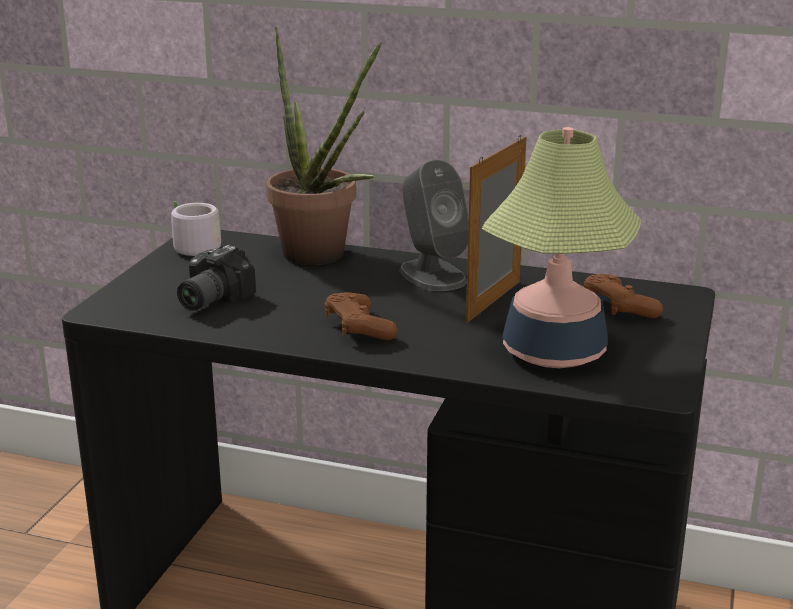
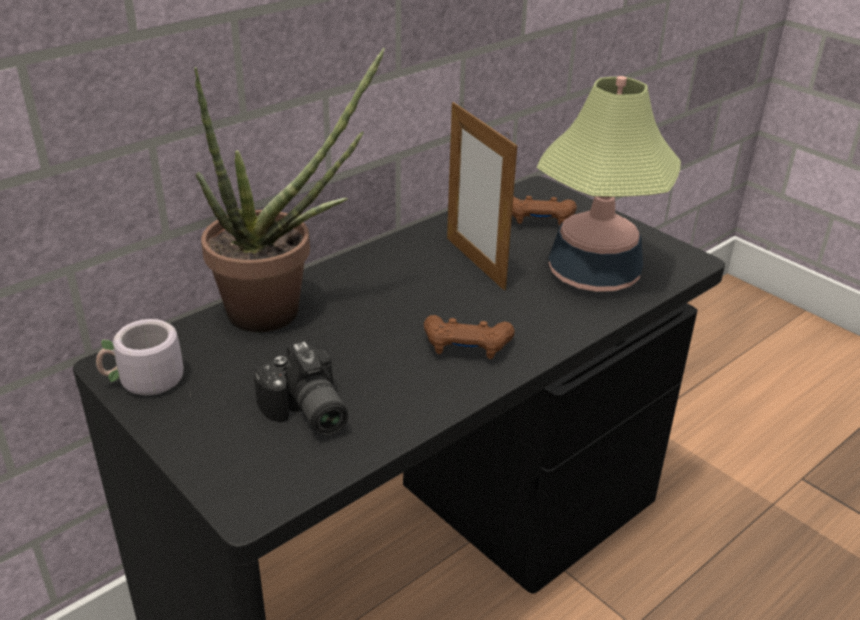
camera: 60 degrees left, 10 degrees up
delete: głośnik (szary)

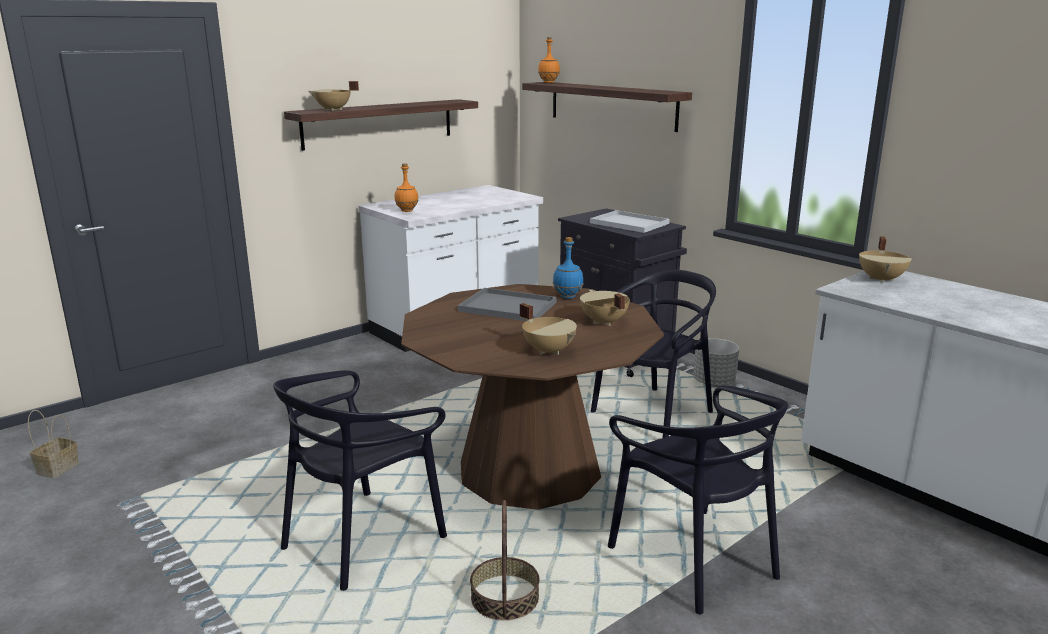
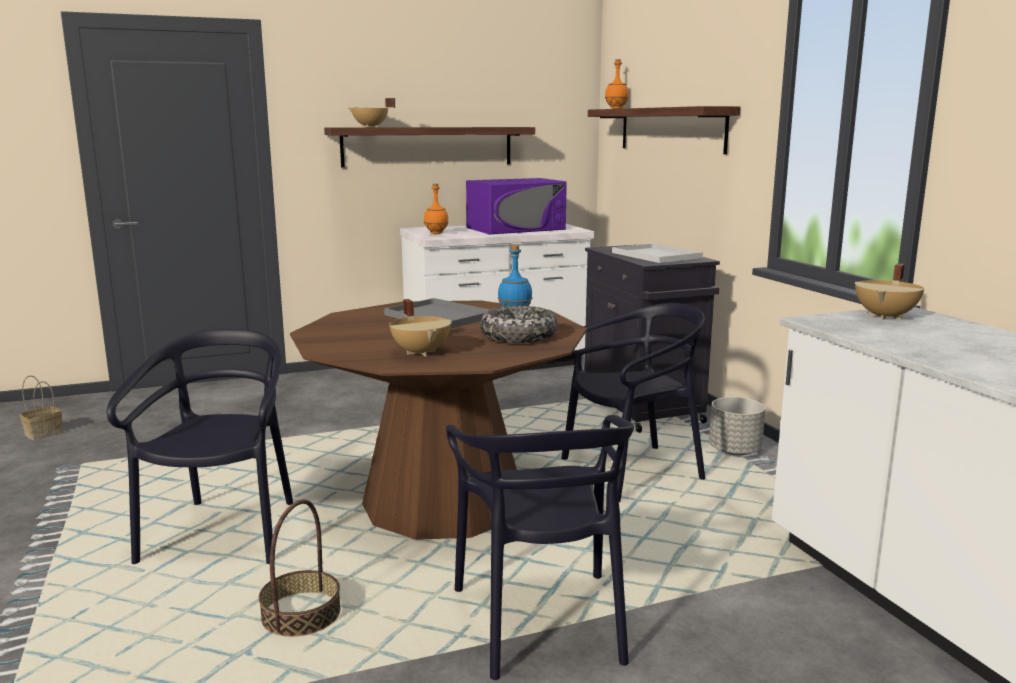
camera: 20 degrees right, 5 degrees down
insert: mikrofalówka (fioletowy)
replace: garnek (beżowy) (3rd from left) to miska
rotate: krzesło (czarny) (1st from left) 120 degrees clockwise

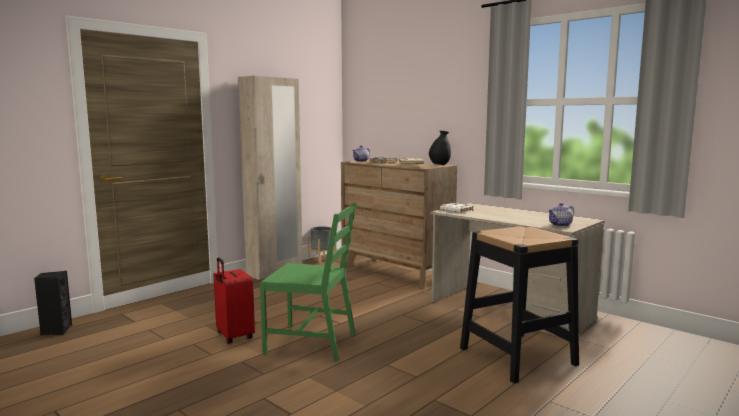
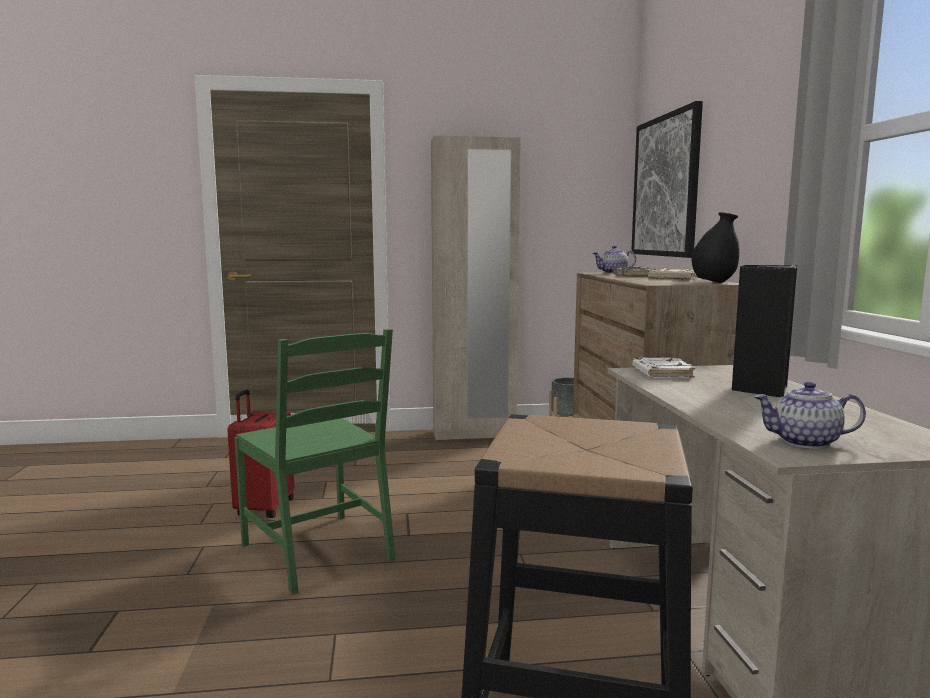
camera: 40 degrees right, 0 degrees up
insert: obraz
move: głośnik (czarny)

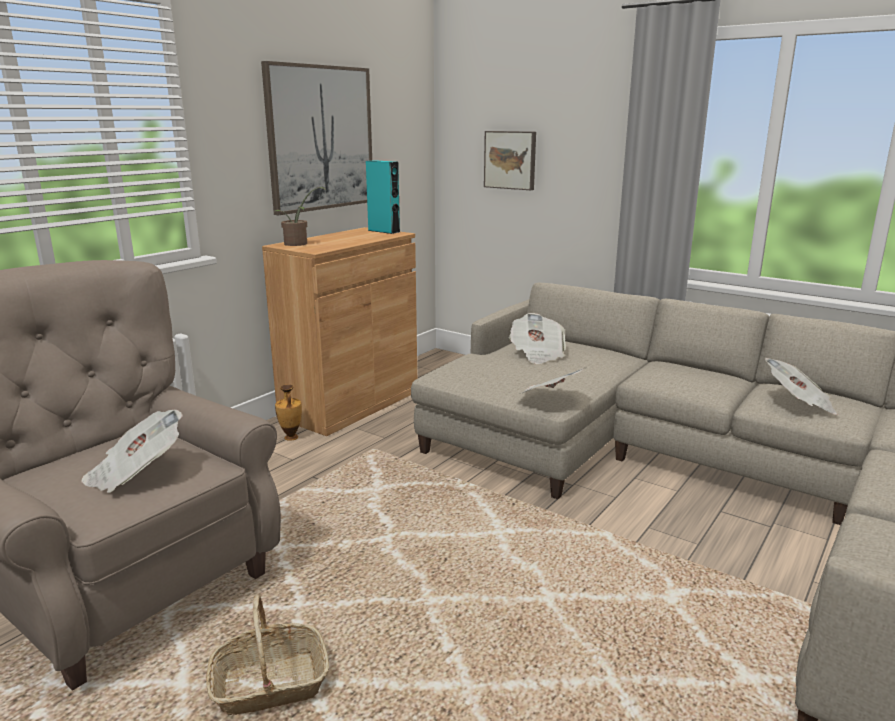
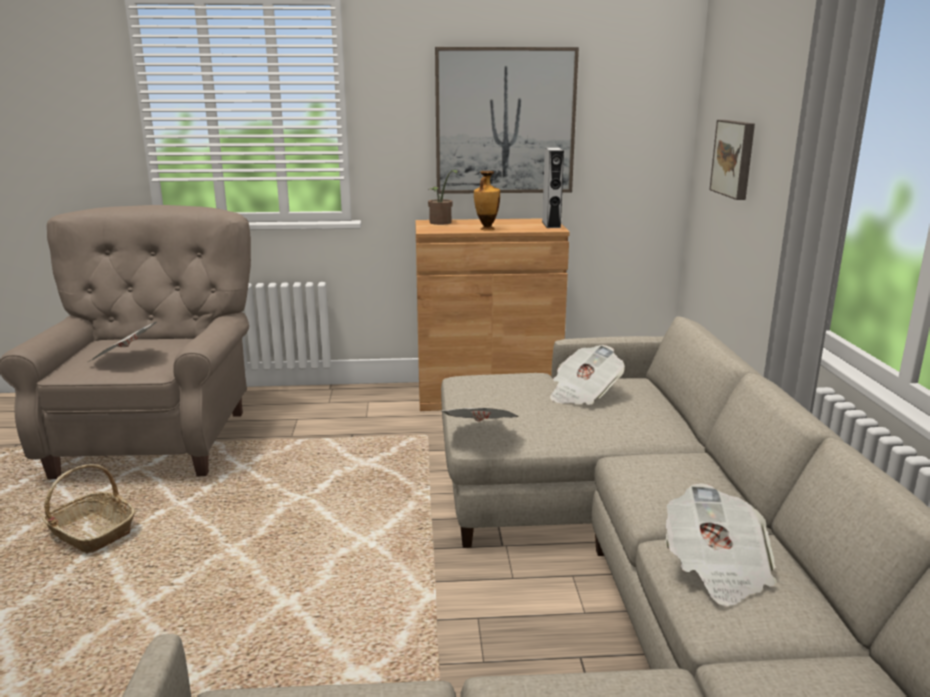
camera: 50 degrees right, 0 degrees up
move: wazon
recolor: głośnik (turkusowy) to głośnik (szary)

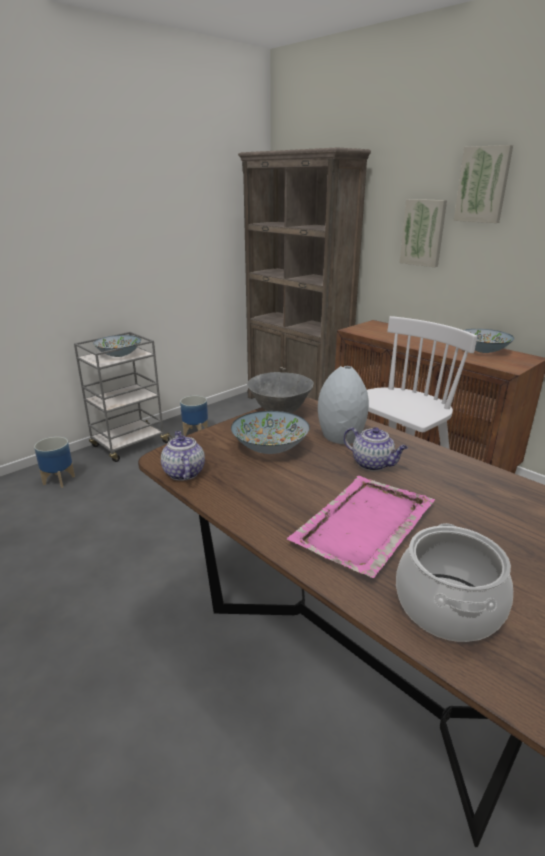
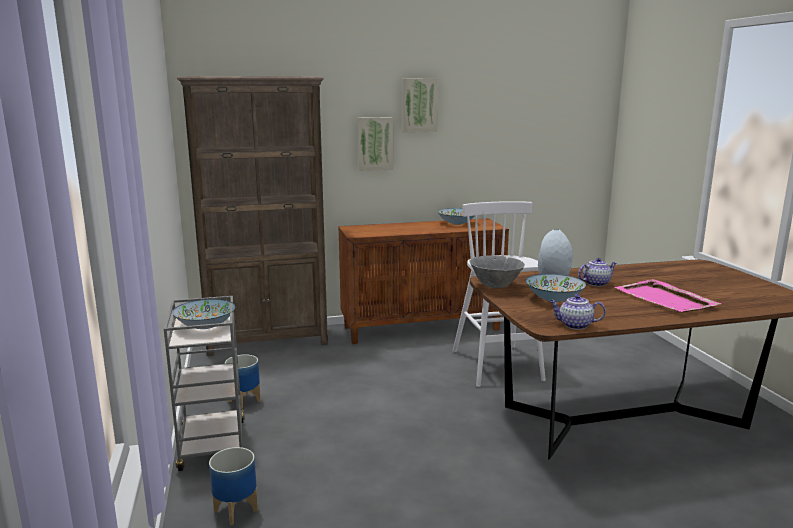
camera: 60 degrees left, 10 degrees down
delete: garnek

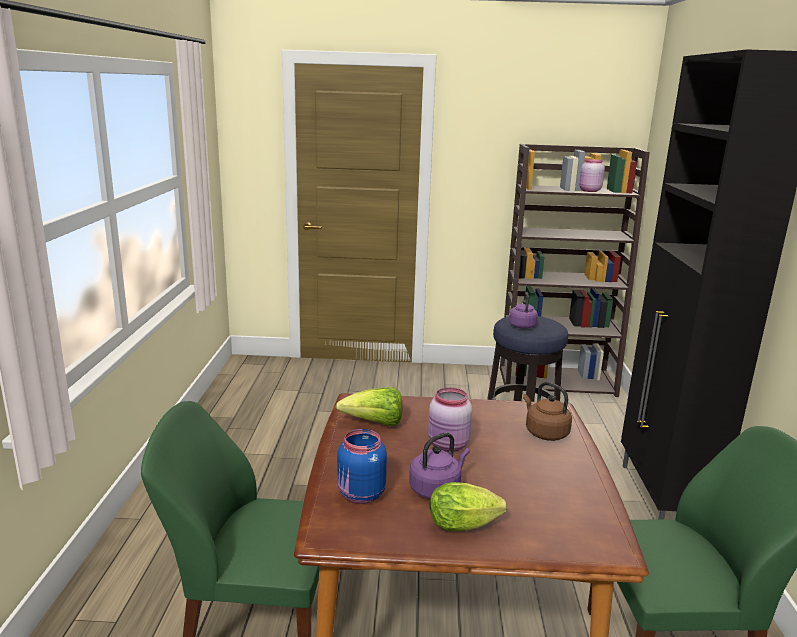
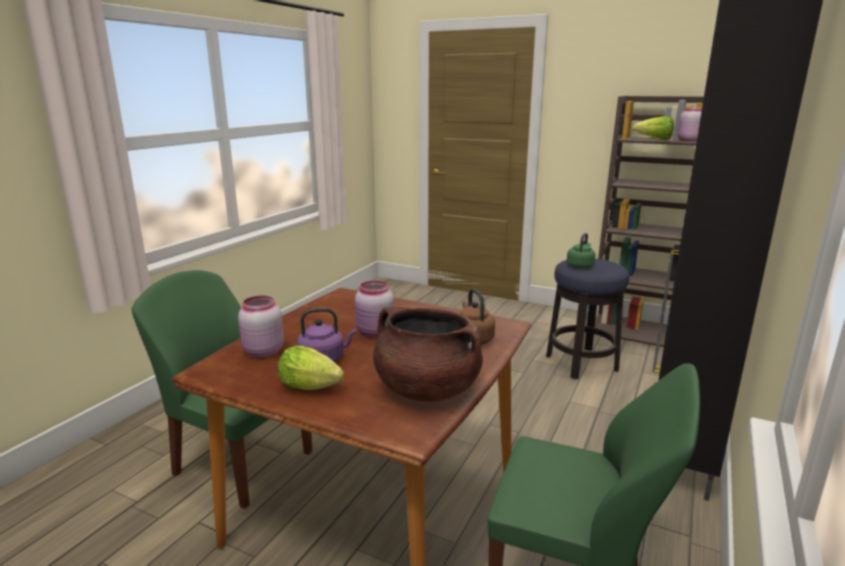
camera: 25 degrees right, 0 degrees up
insert: garnek (brązowy)
move: sałata (1st from left in the first image) to sałata (2nd from left)
recolor: słoik (niebieski) to słoik (różowy) (1st from left); czajnik (fioletowy) (2nd from left) to czajnik (zielony)

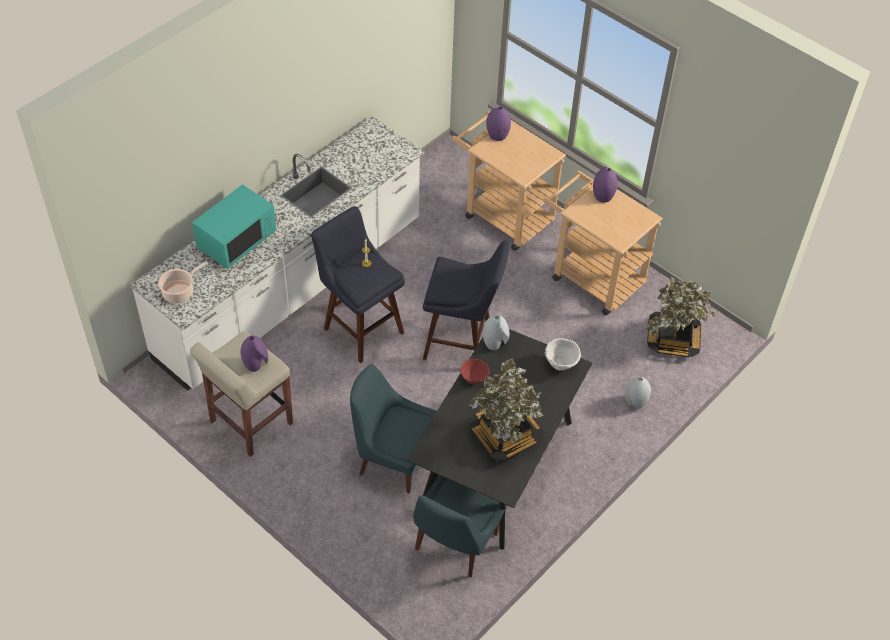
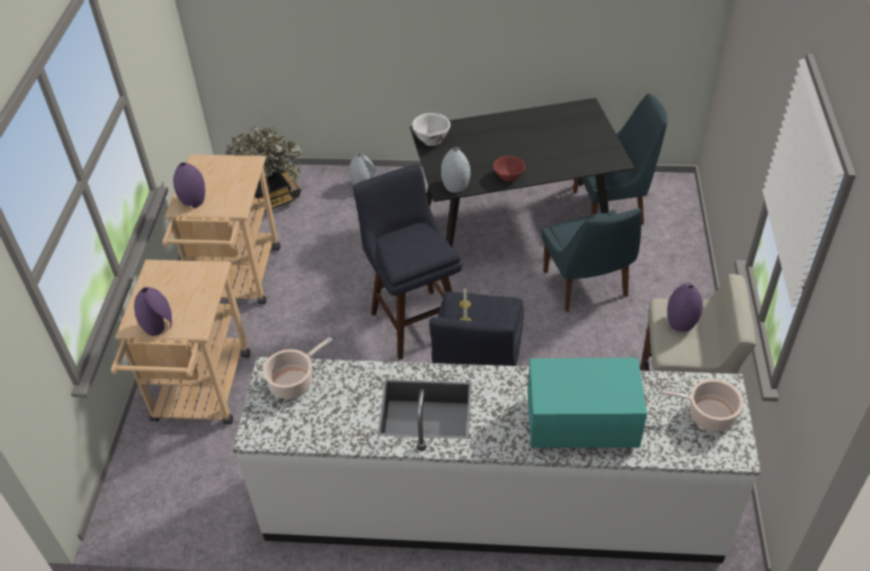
camera: 125 degrees left, 5 degrees down
delete: roślina doniczkowa (1st from left)
insert: garnek (1st from left)

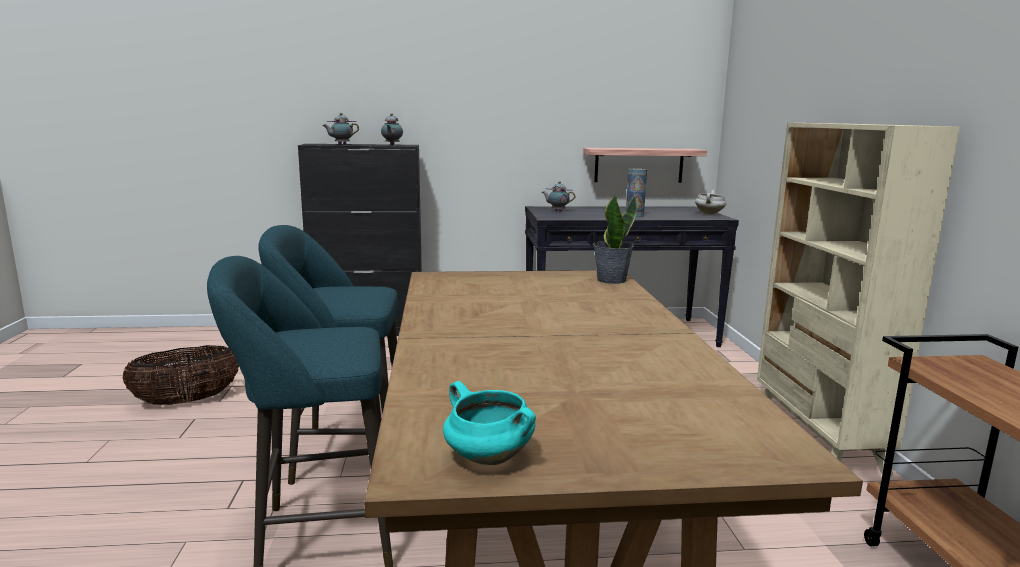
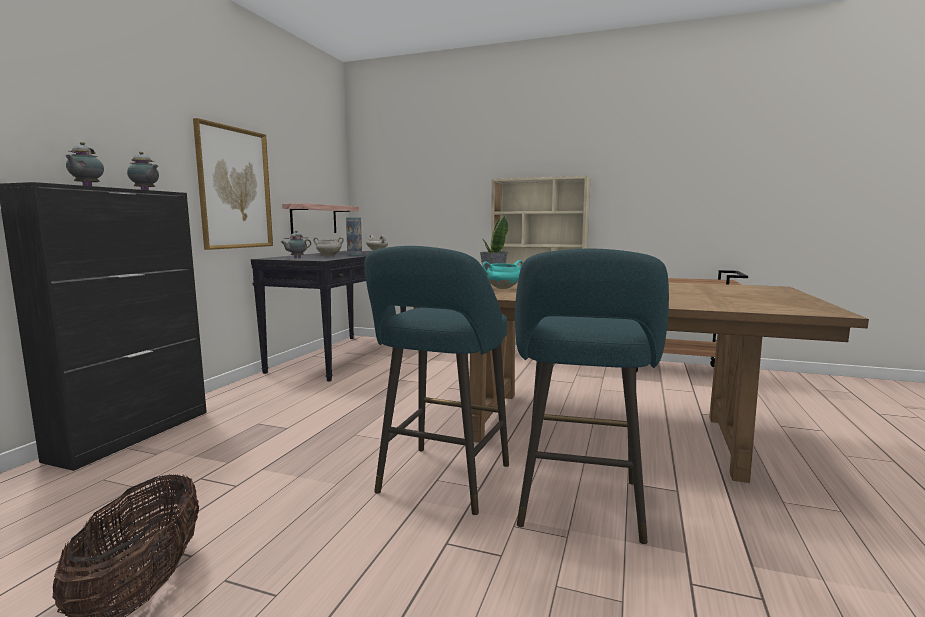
camera: 65 degrees left, 5 degrees down
insert: obraz; garnek (biały) (1st from left)
move: garnek (turkusowy)

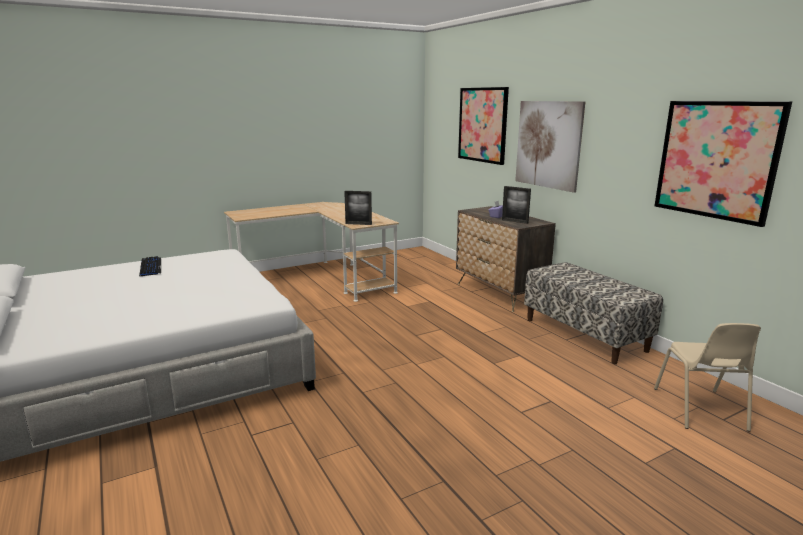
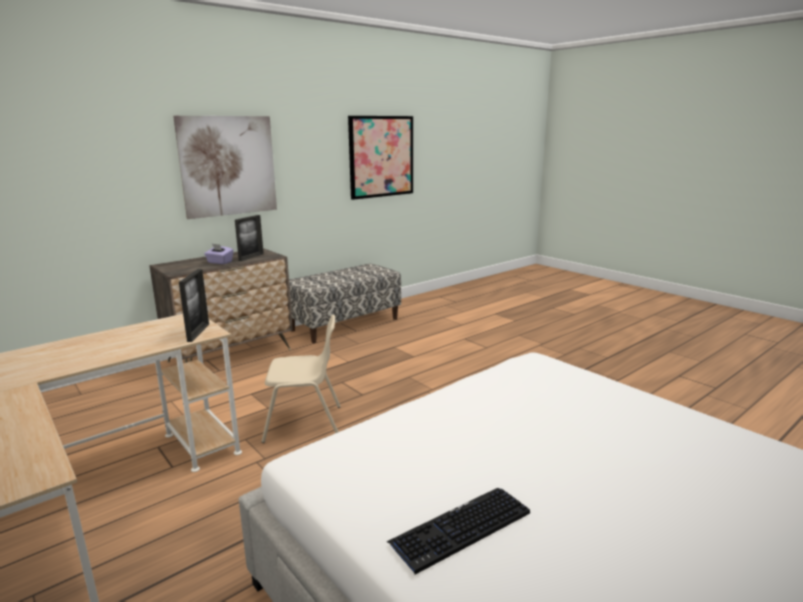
camera: 100 degrees left, 0 degrees up
delete: obraz (1st from left)
move: krzesło (beżowy)

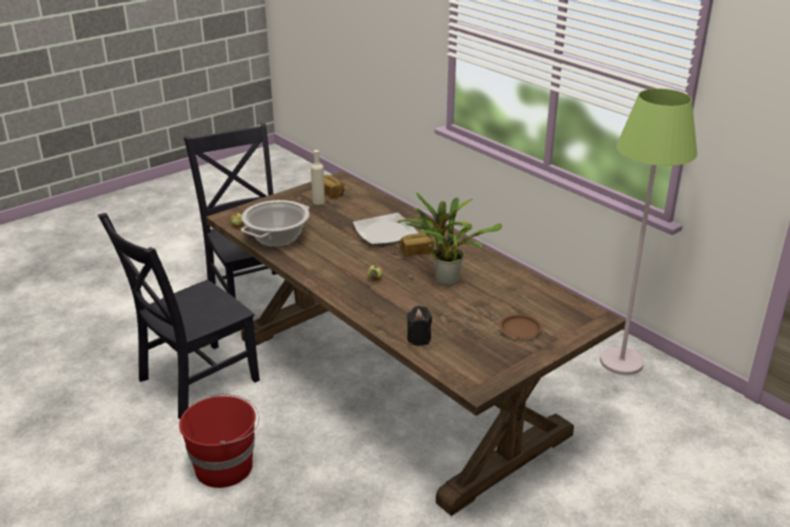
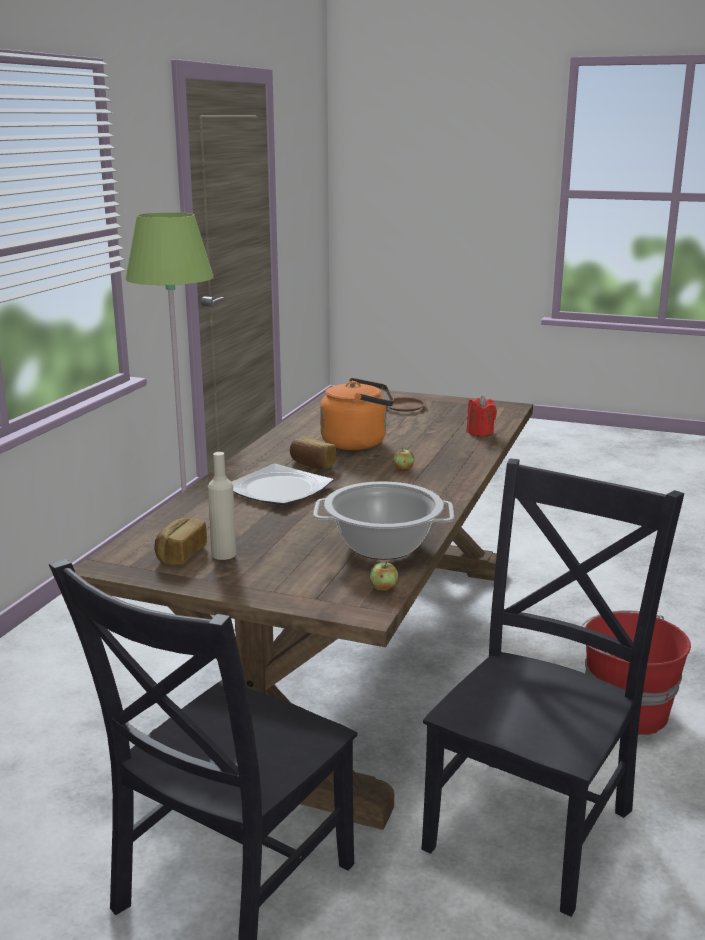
camera: 120 degrees left, 10 degrees down
replace: roślina doniczkowa to czajnik (pomarańczowy)
recolor: świeca (czarny) to świeca (czerwony)
rotate: krzesło (czarny) (1st from left in the first image) 75 degrees counterclockwise

